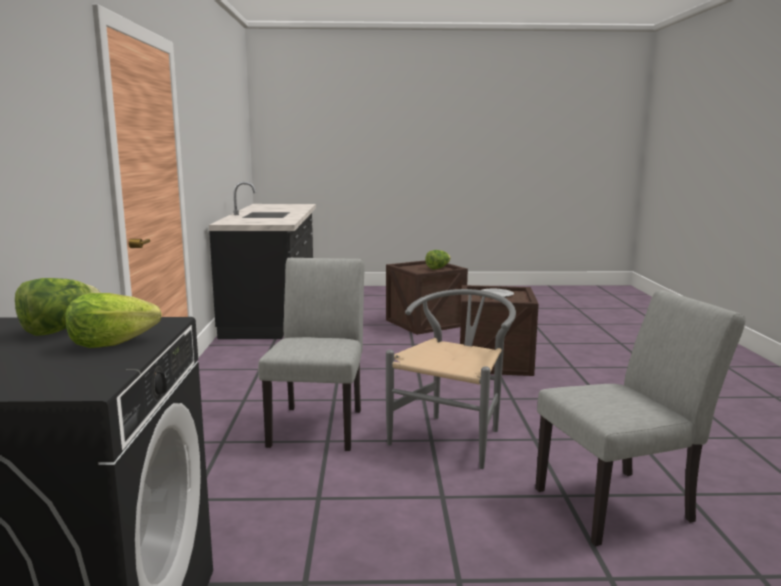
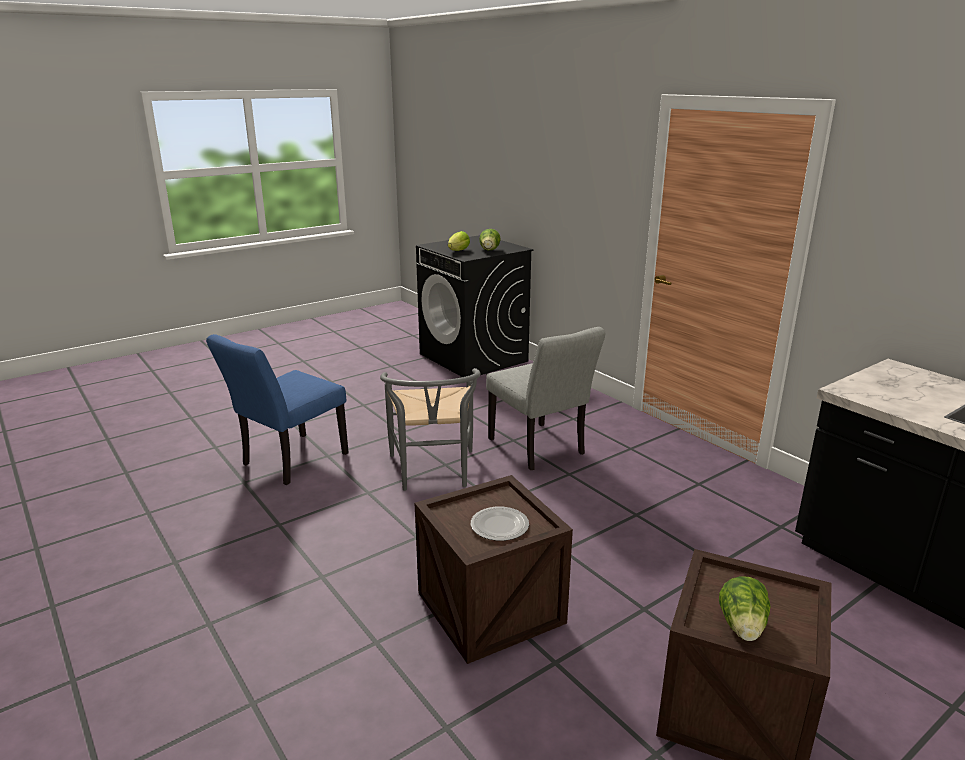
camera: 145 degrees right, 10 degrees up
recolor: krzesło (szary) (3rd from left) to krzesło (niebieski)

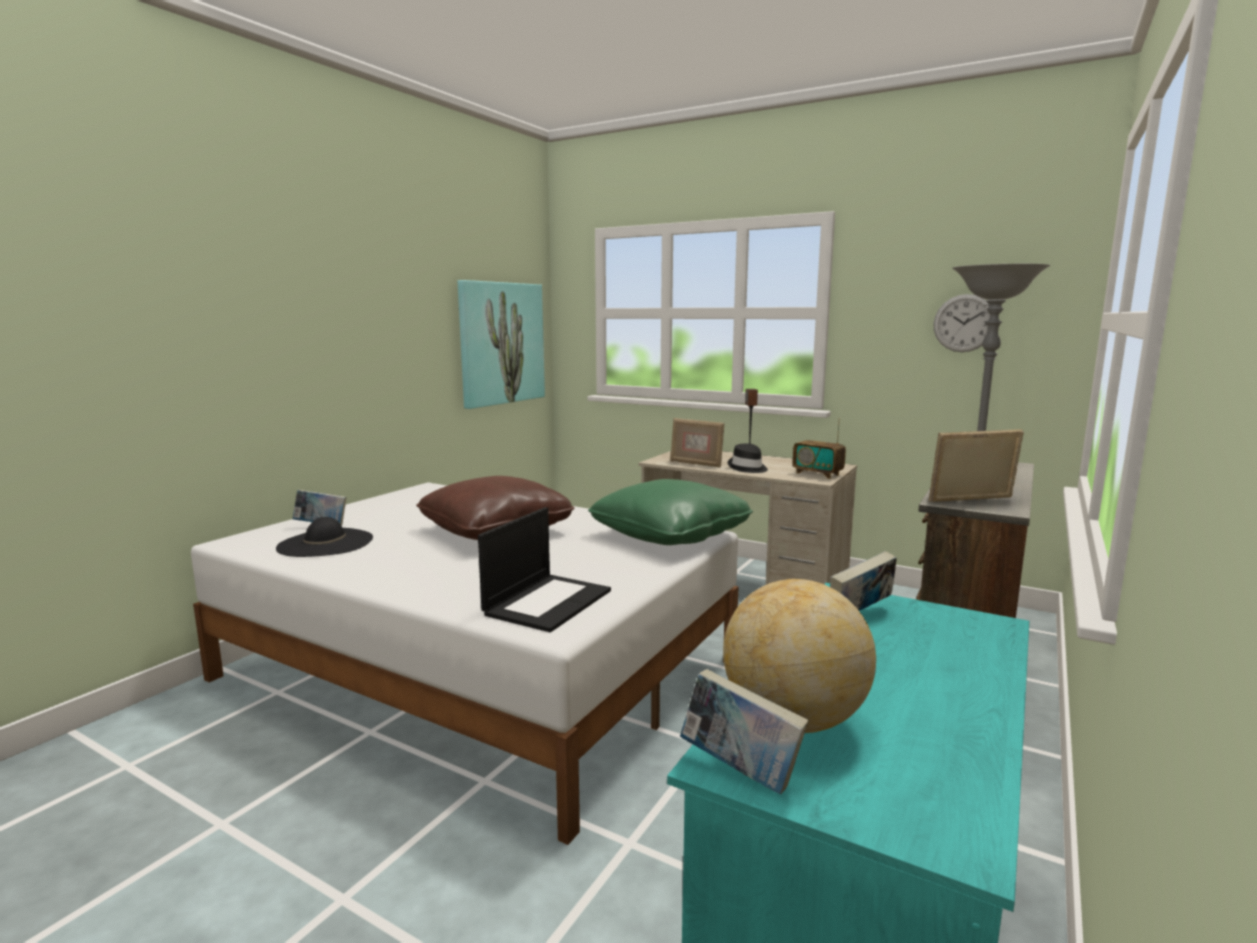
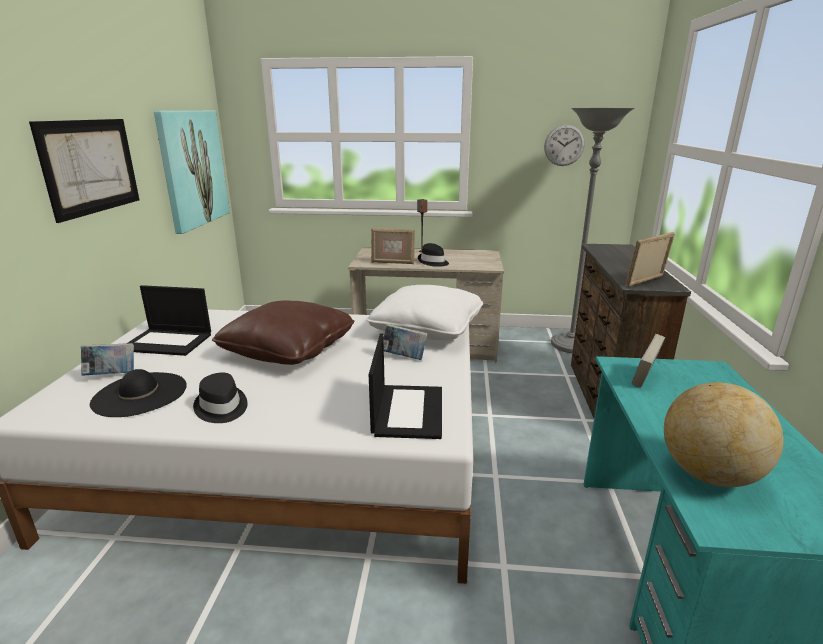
camera: 25 degrees left, 10 degrees up
delete: radio
insert: obraz (1st from left); laptop (1st from left); kapelusz (czarny) (2nd from left)
move: książka (2nd from left)
recolor: poduszka (zielony) to poduszka (biały)

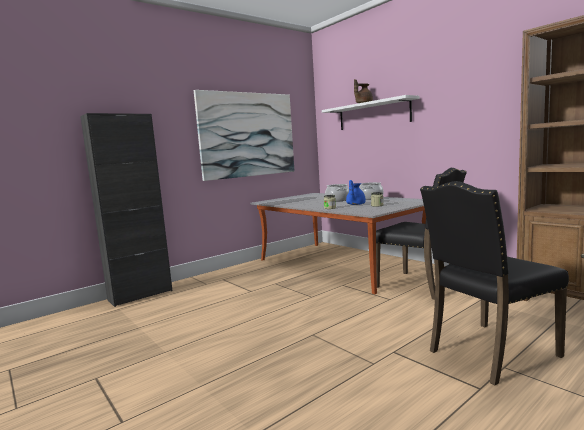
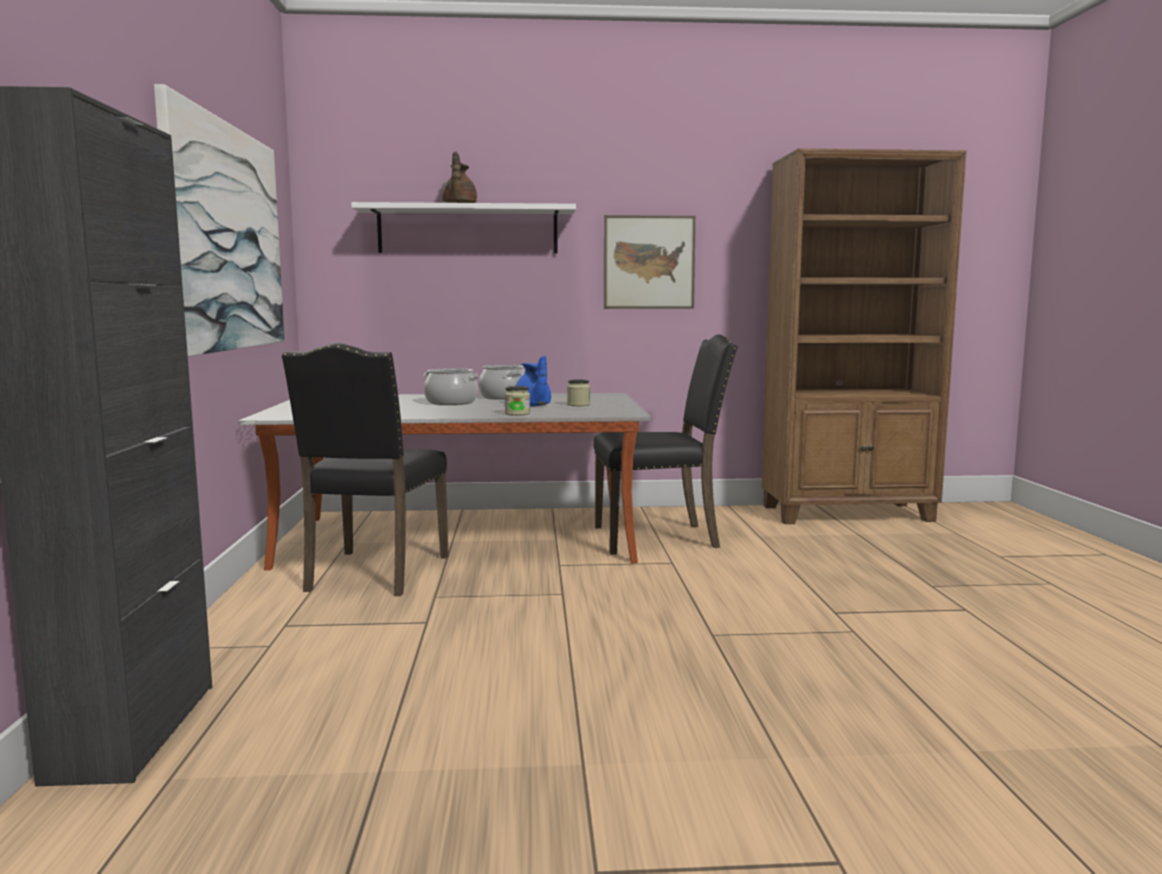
camera: 55 degrees left, 0 degrees up
insert: obraz (2nd from left)
move: krzesło (czarny) (2nd from left in the first image) to krzesło (czarny) (1st from left)

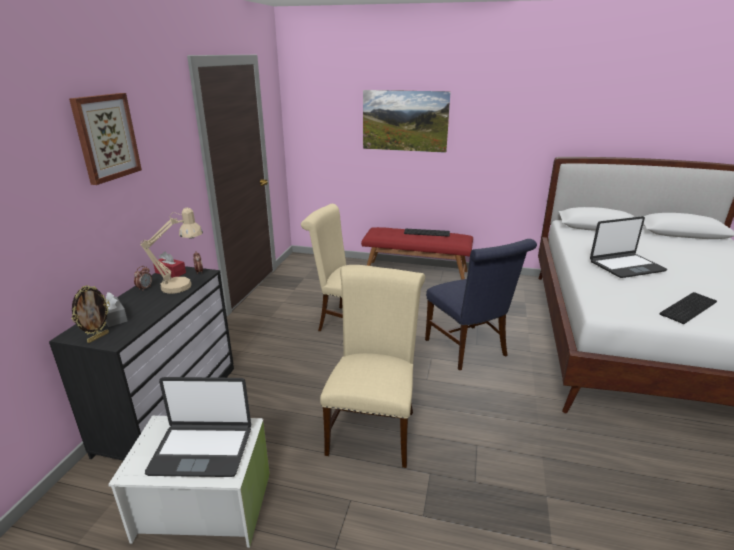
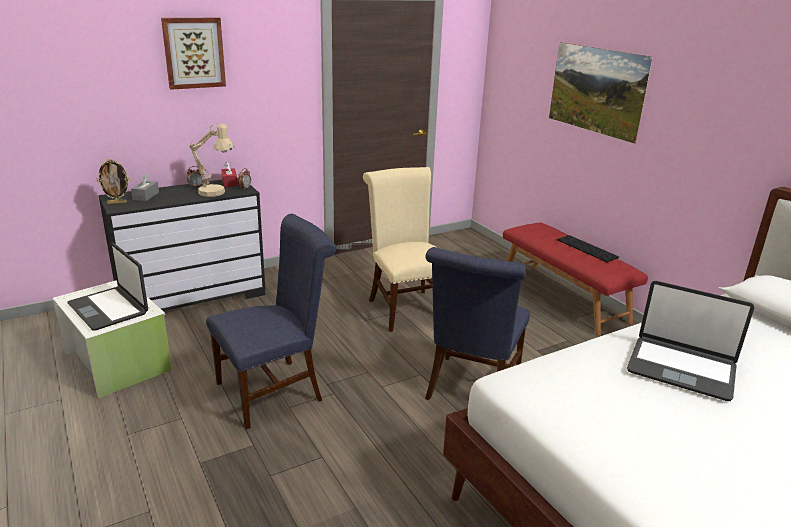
camera: 45 degrees right, 0 degrees up
delete: klawiatura (2nd from left)
recolor: krzesło (beżowy) (2nd from left) to krzesło (niebieski) (1st from left)

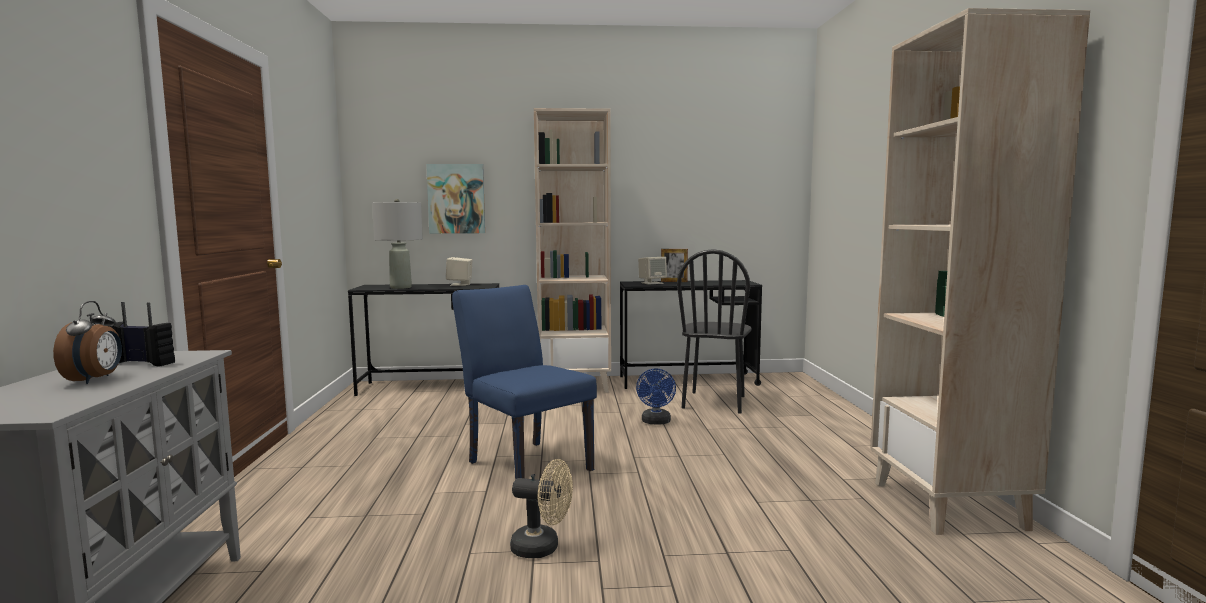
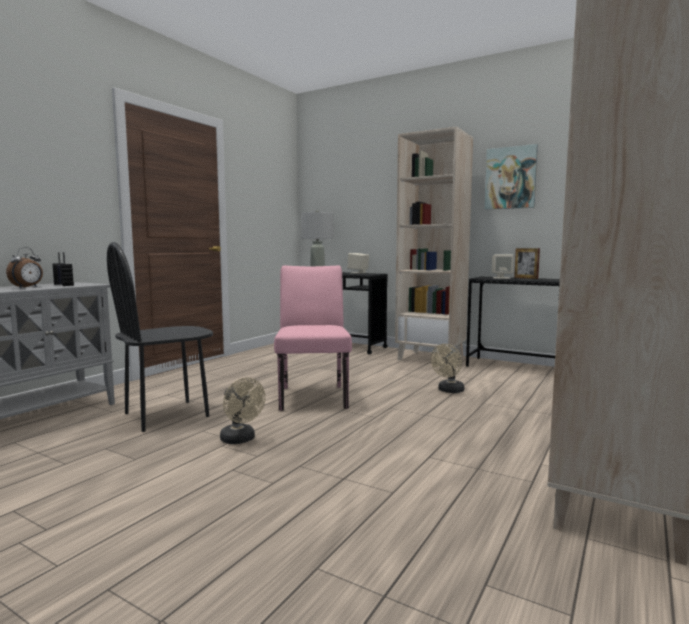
camera: 35 degrees right, 0 degrees up
move: obraz; krzesło (czarny)
recolor: krzesło (niebieski) to krzesło (różowy); wentylator (niebieski) to wentylator (beżowy) (2nd from left)

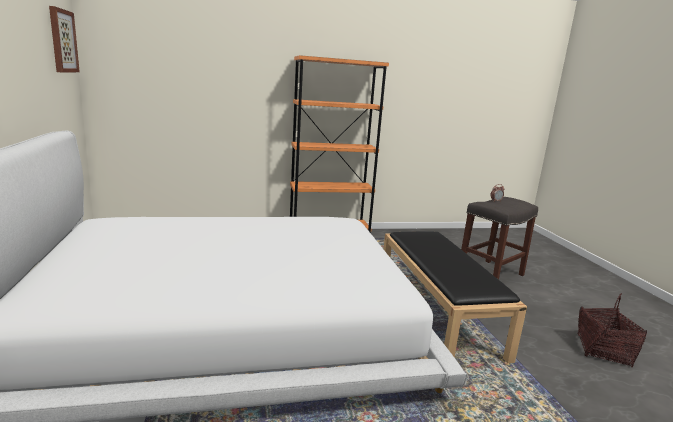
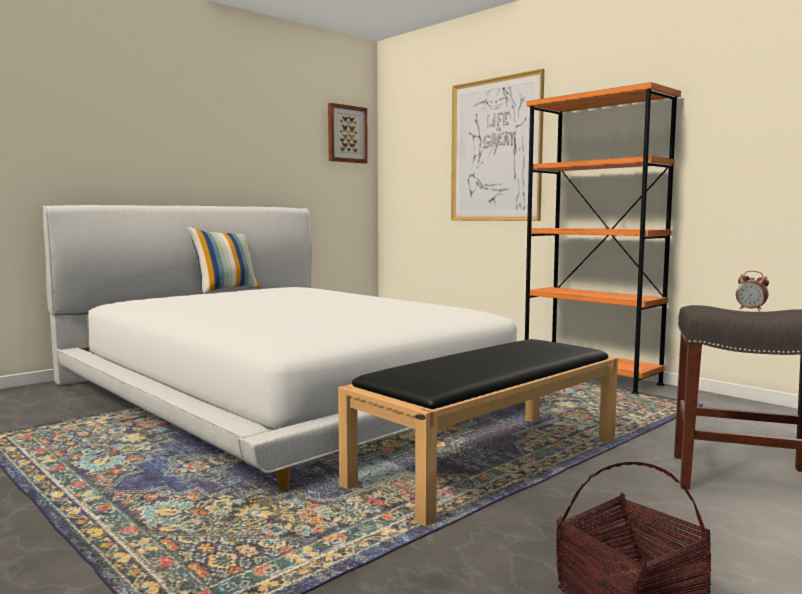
camera: 60 degrees right, 10 degrees down
insert: poduszka; obraz (2nd from left)

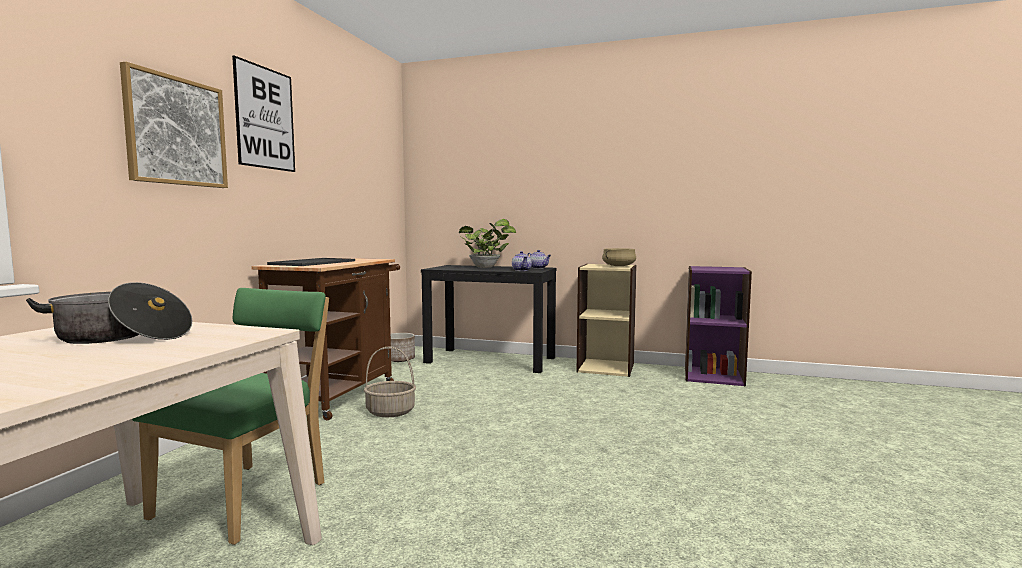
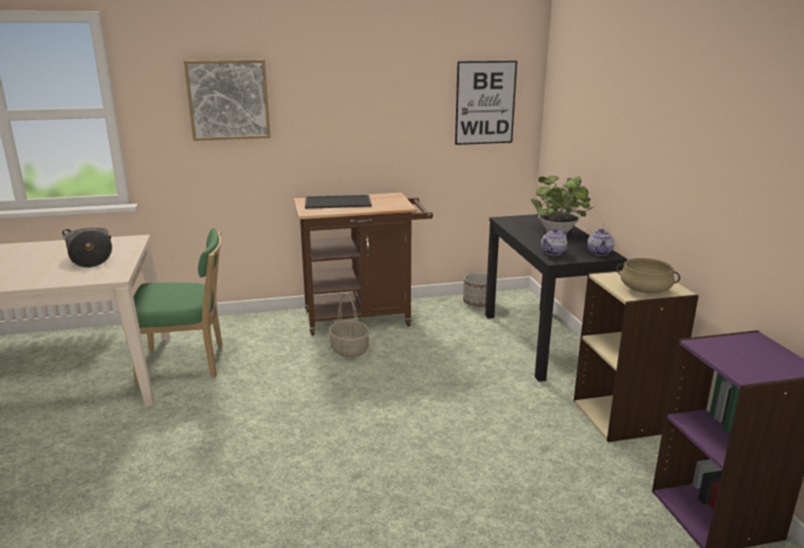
camera: 60 degrees right, 15 degrees up
move: obraz (2nd from left)

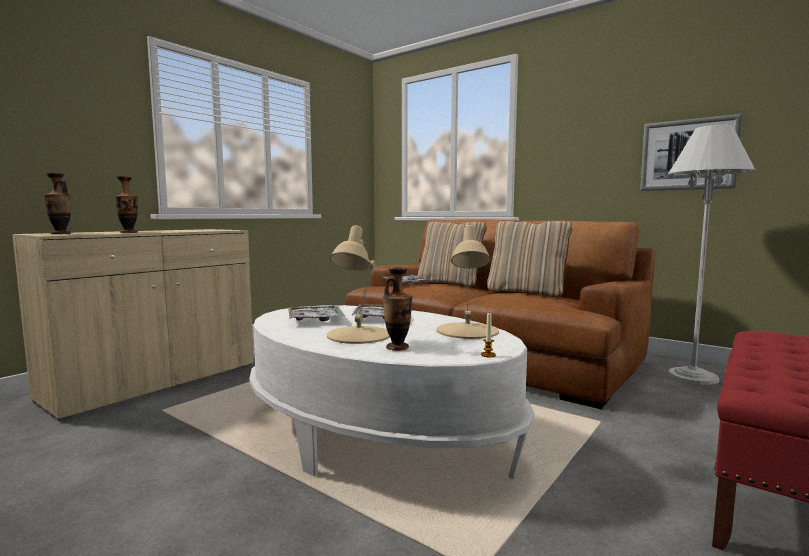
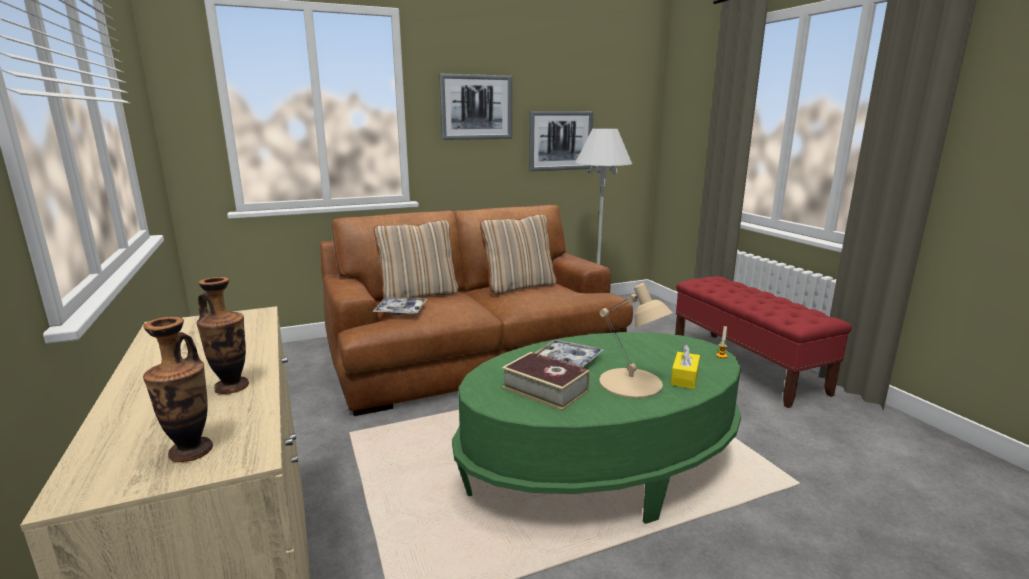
camera: 60 degrees left, 10 degrees up
delete: lampa stołowa (beżowy) (2nd from left)
insert: obraz (1st from left)
replace: taca (1st from left) to książka; wazon (3rd from left) to pudełko chusteczek (żółty)
recolor: ława (biały) to ława (zielony)

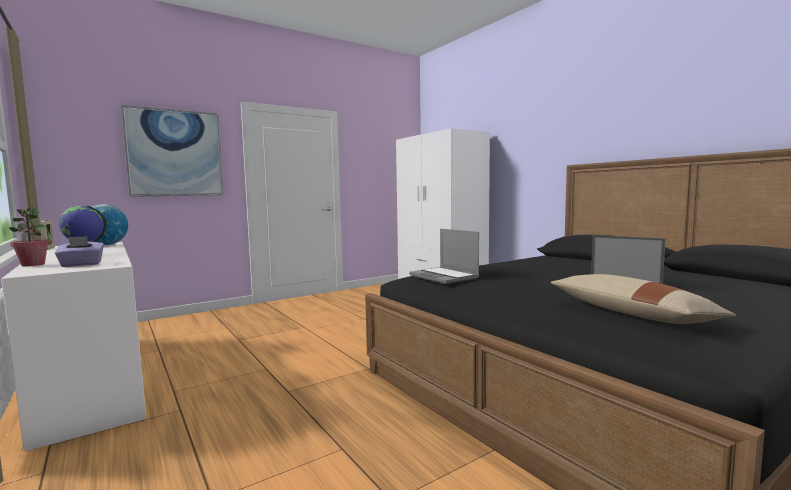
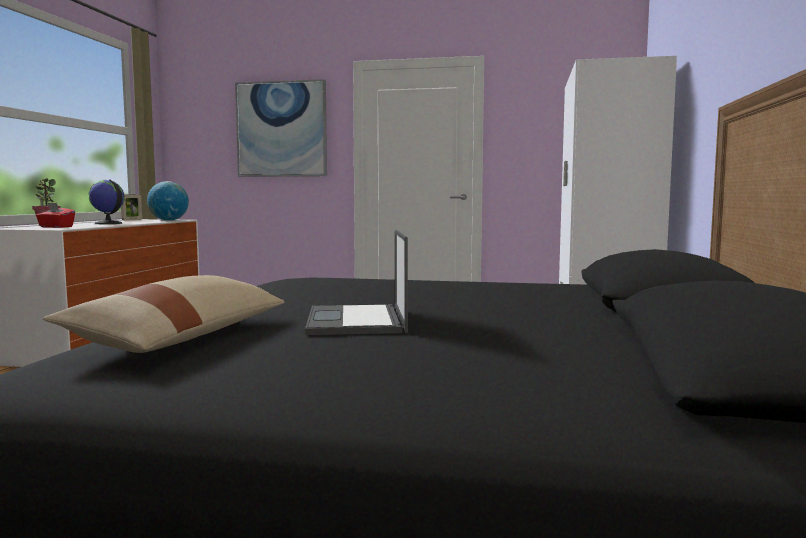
camera: 45 degrees right, 0 degrees up
delete: laptop (1st from left)
recolor: pudełko chusteczek (fioletowy) to pudełko chusteczek (czerwony)

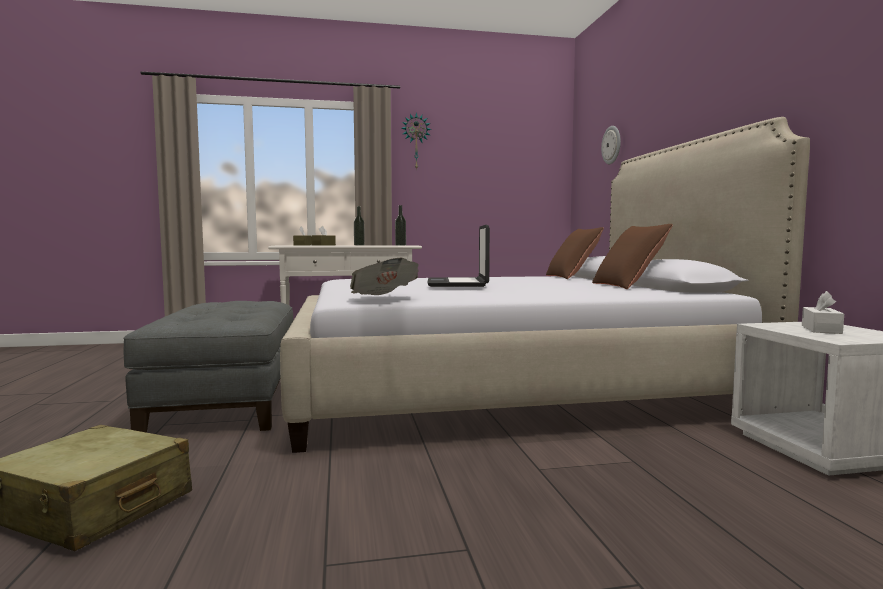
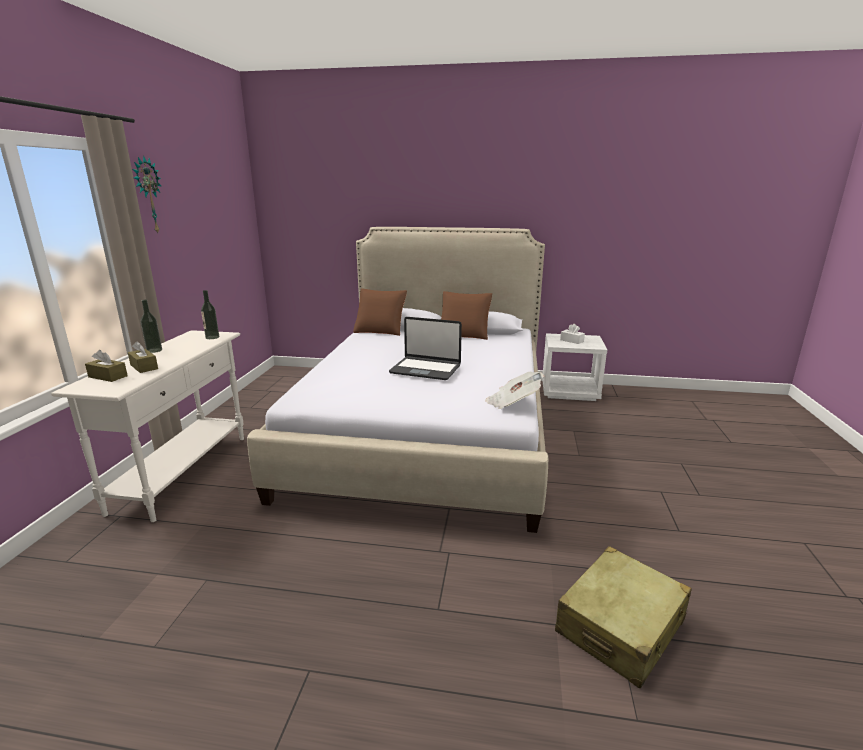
camera: 70 degrees left, 15 degrees up
delete: pufa (szary); zegar ścienny (2nd from left)

